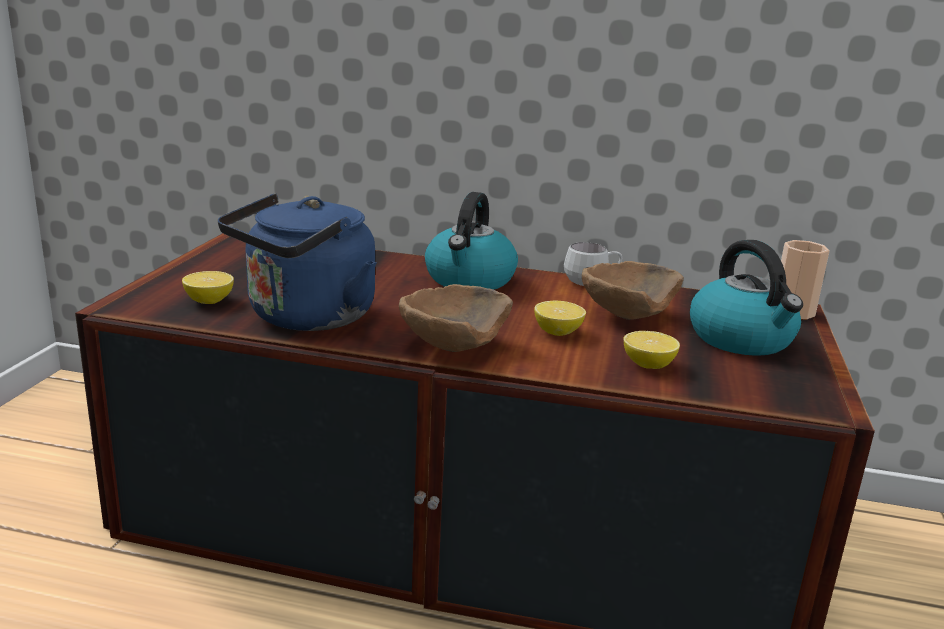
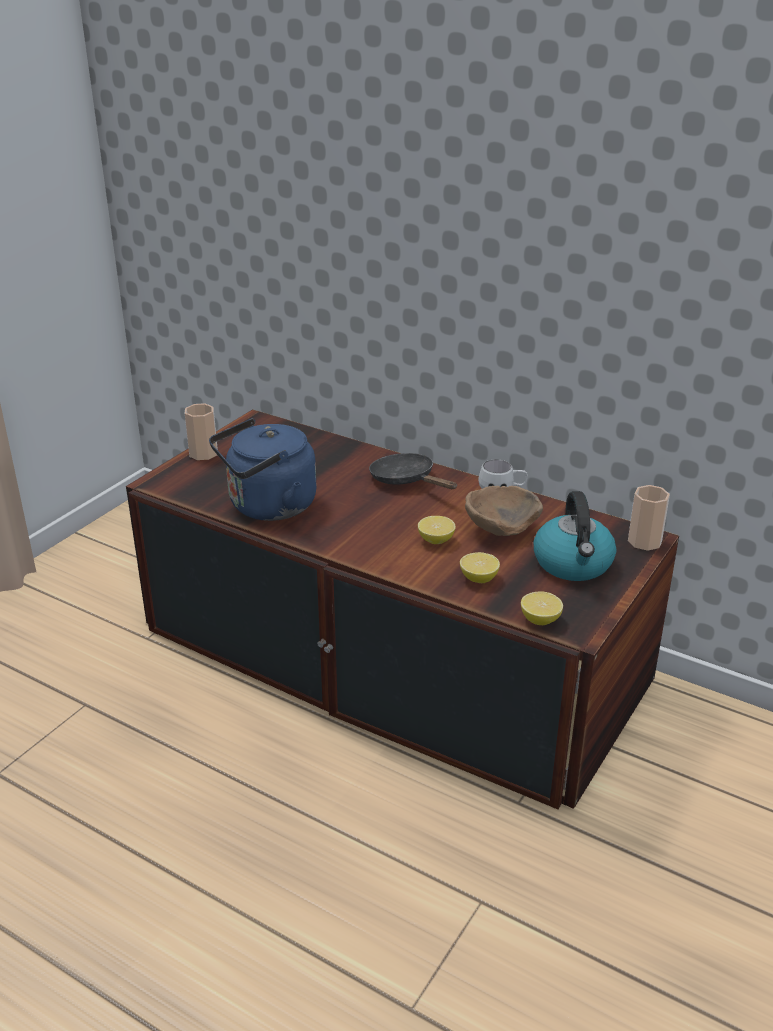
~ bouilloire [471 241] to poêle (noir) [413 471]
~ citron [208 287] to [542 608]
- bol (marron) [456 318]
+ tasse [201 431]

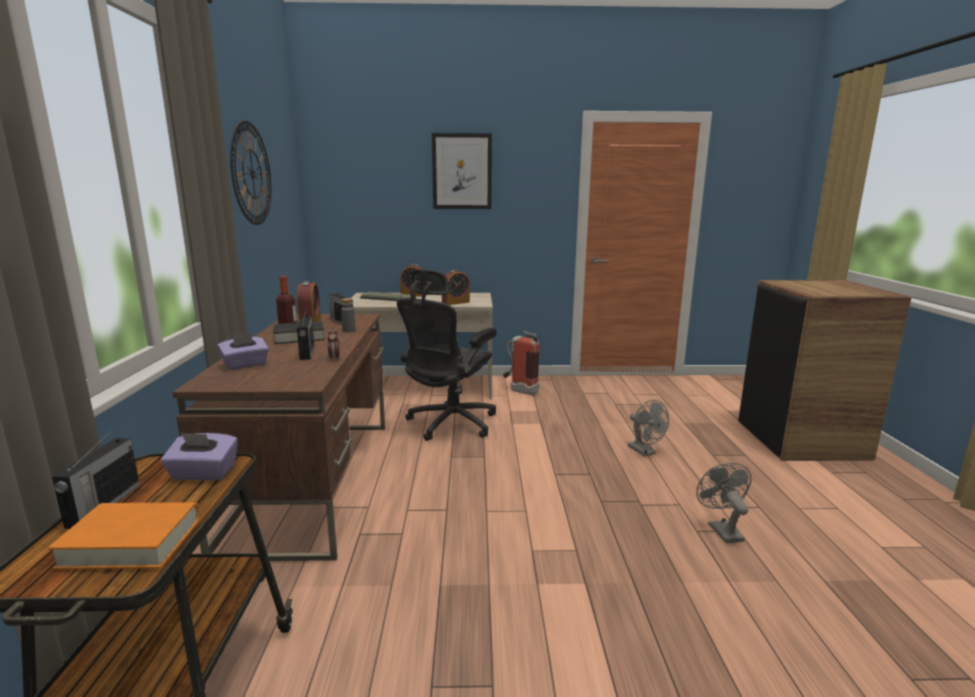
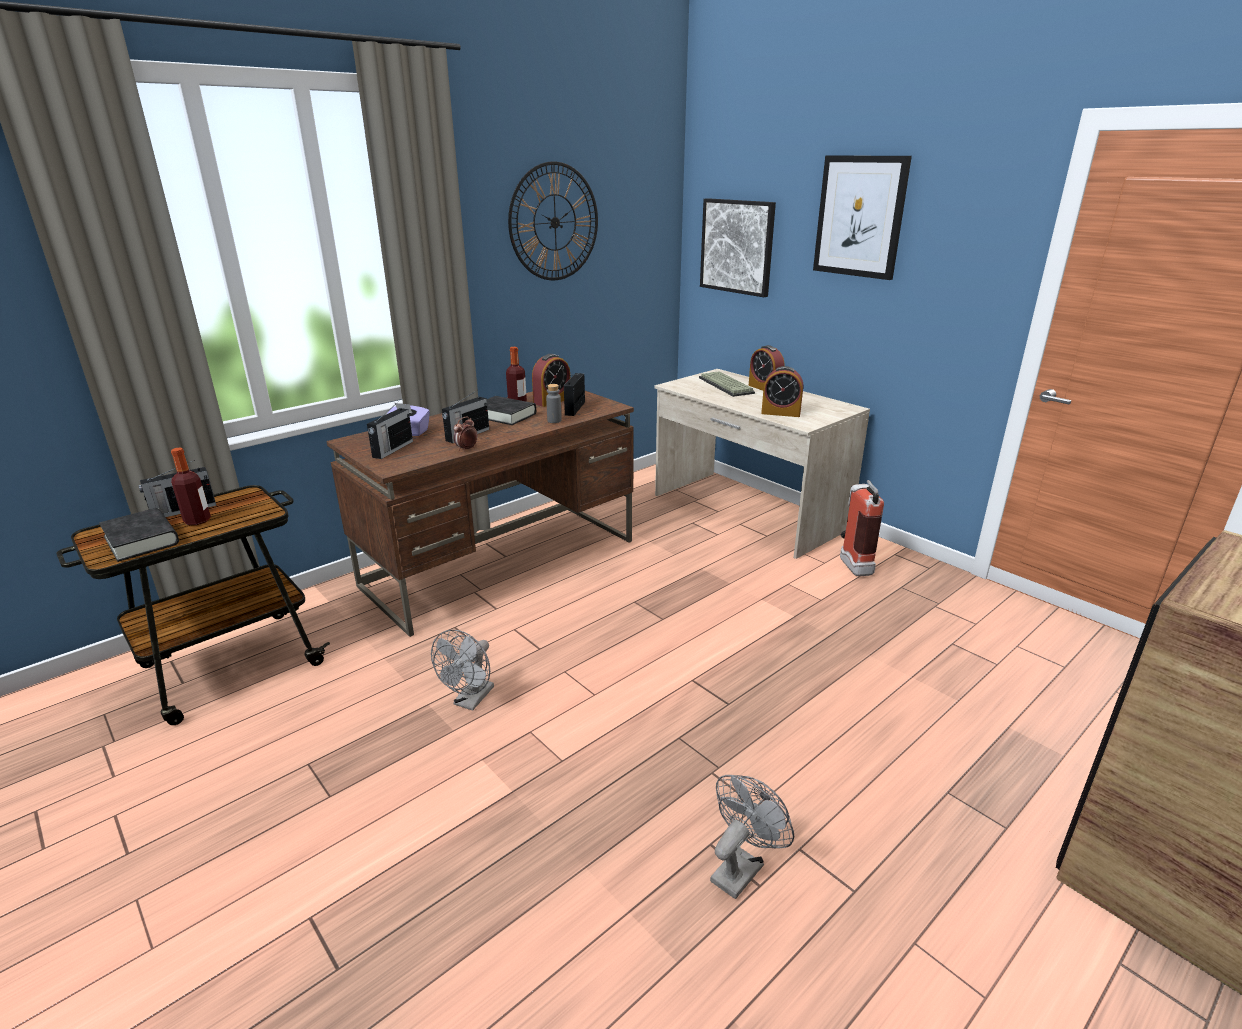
- chaise de bureau [447 355]
~ ventilateur (gris) [648 428] to [462 670]
- boîte à mouchoirs (violet) [199 456]
~ livre (orange) [124 536] to livre (noir) [139 535]
+ tableau [738 247]
+ radio [390 430]
+ bouteille [191 486]

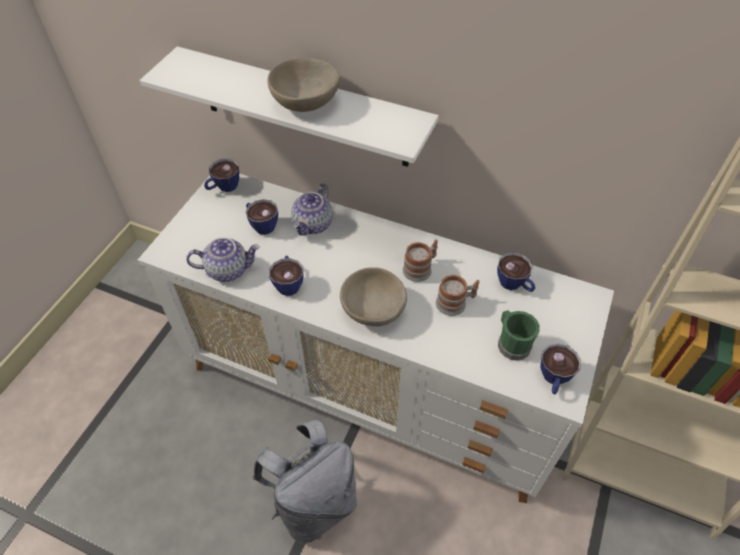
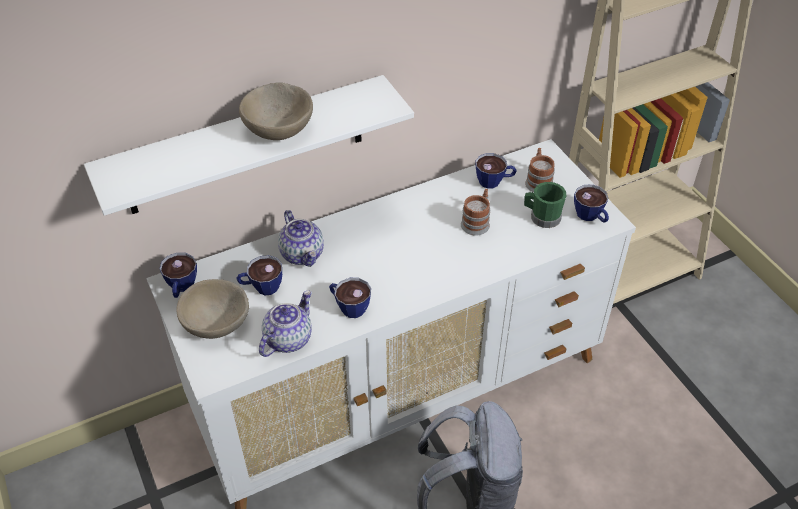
~ mug [420 260] to [540 170]
~ bol (beige) [373 296] to [212 309]

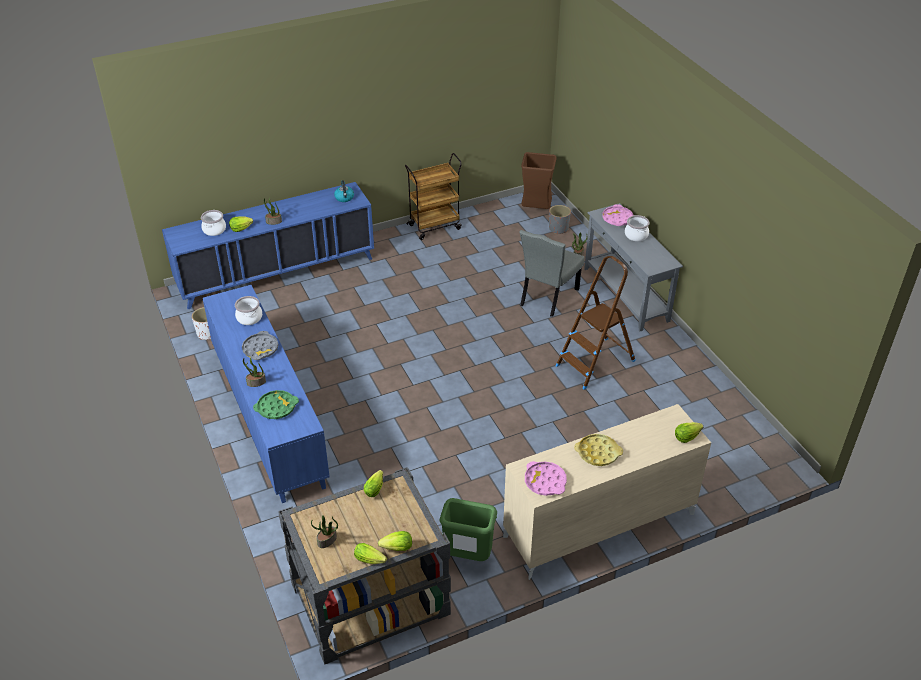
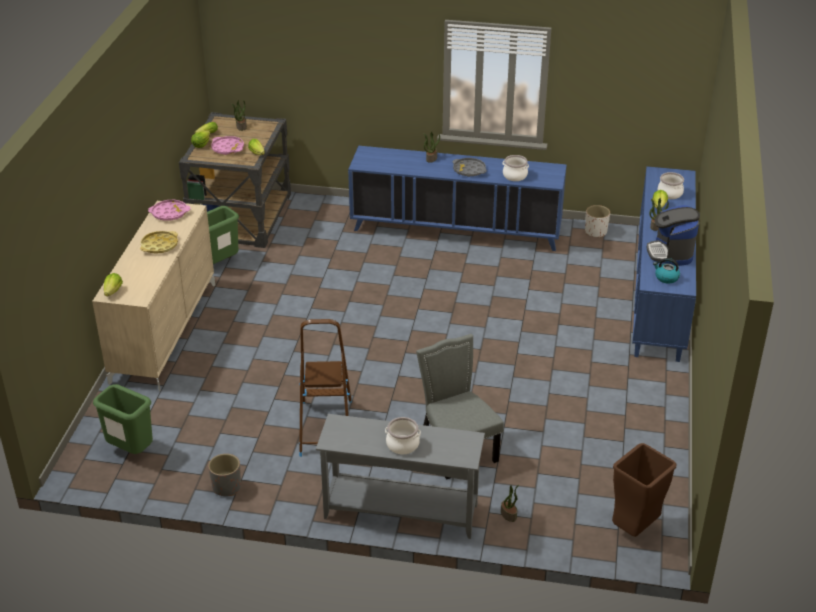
- chariot (marron) [434 196]
~ plateau (rose) [617 215] to [227 145]
~ cache-pot (gris) [560 219] to [224 475]
- plateau (vert) [276 404]
+ machine à café [673 235]
+ poubelle (vert) [123 419]

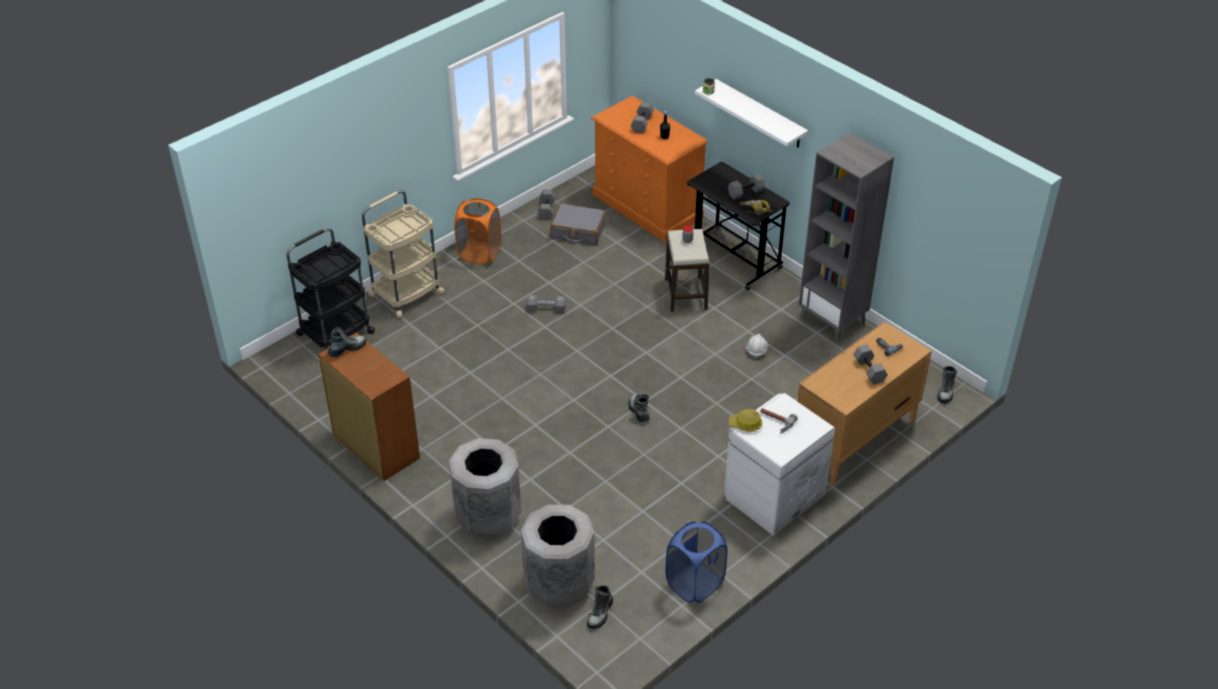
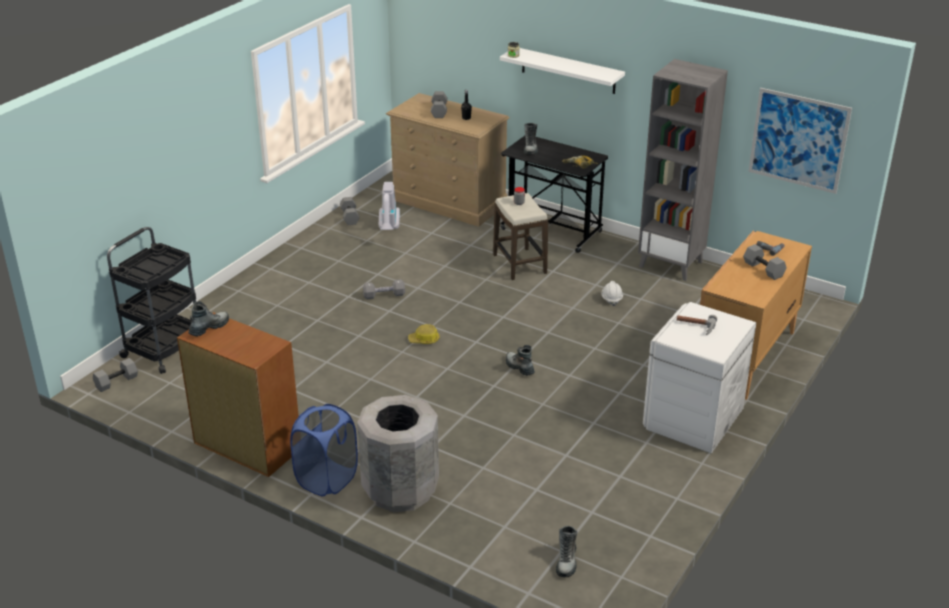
~ commode (orange) [649 169] to commode (beige) [448 160]
~ haltère (gris) [746 186] to [115 375]
- chariot (beige) [403 254]
- panier à linge (orange) [478 231]
~ valise (gris) [578 224] to aspirateur [389 206]
~ botte [947 384] to [531 139]
~ casque de chantier [745 420] to [424 334]
- poubelle (gris) [558 556]
~ panier à linge (bleu) [696 562] to [324 450]
+ tableau [800 141]

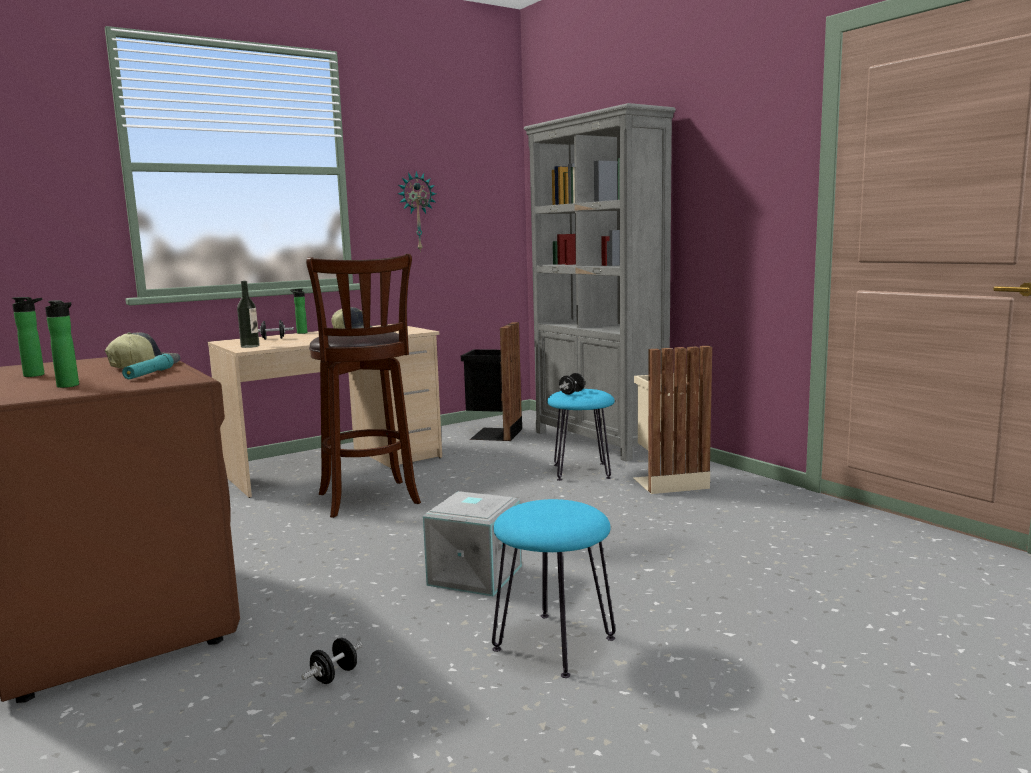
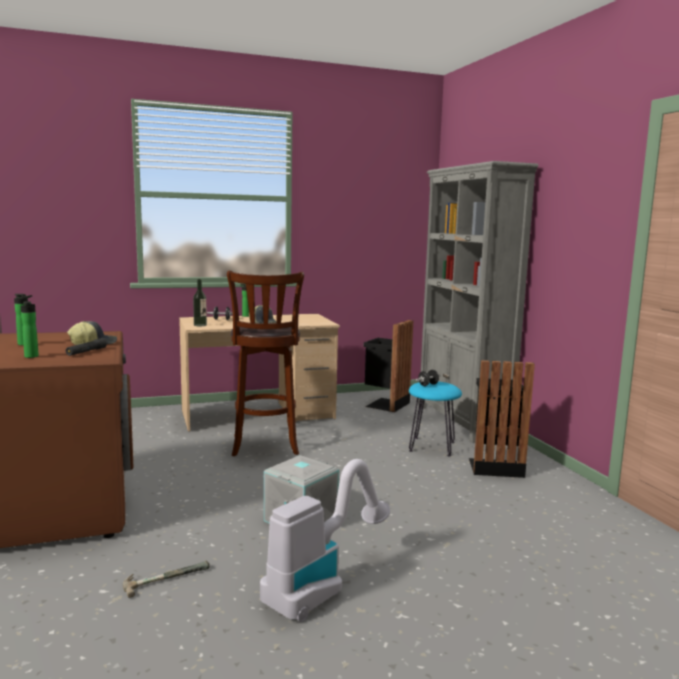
- horloge murale [417 211]
~ poubelle (beige) [673 420] to poubelle (noir) [502 419]
~ lampe de poche (turquoise) [148 366] to lampe de poche (noir) [86 347]
~ tabouret (turquoise) [553 588] to aspirateur [325 540]
~ haltère (noir) [332 661] to marteau [166 579]

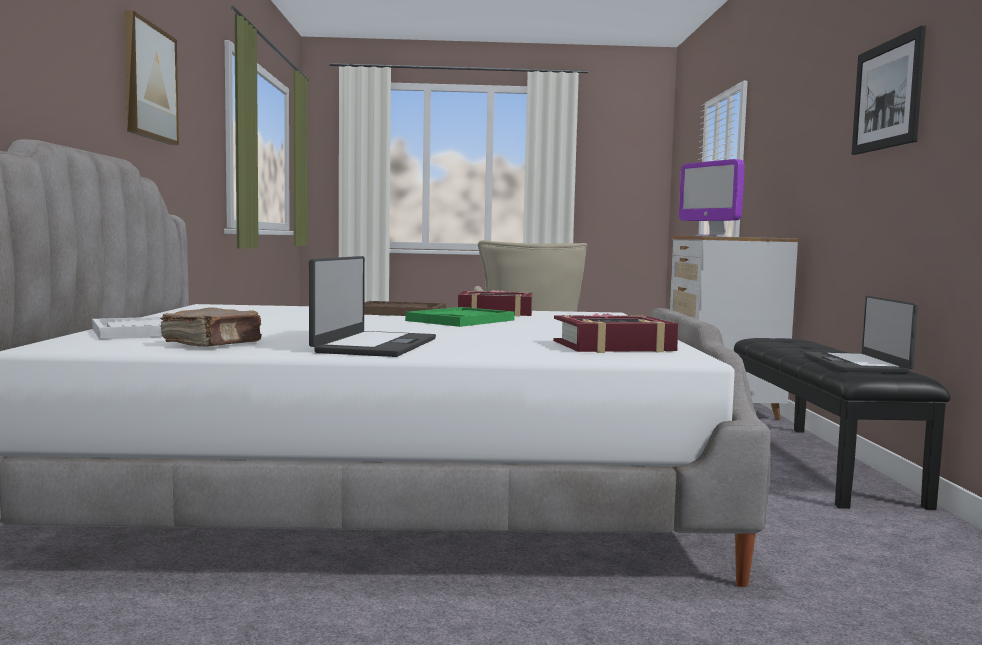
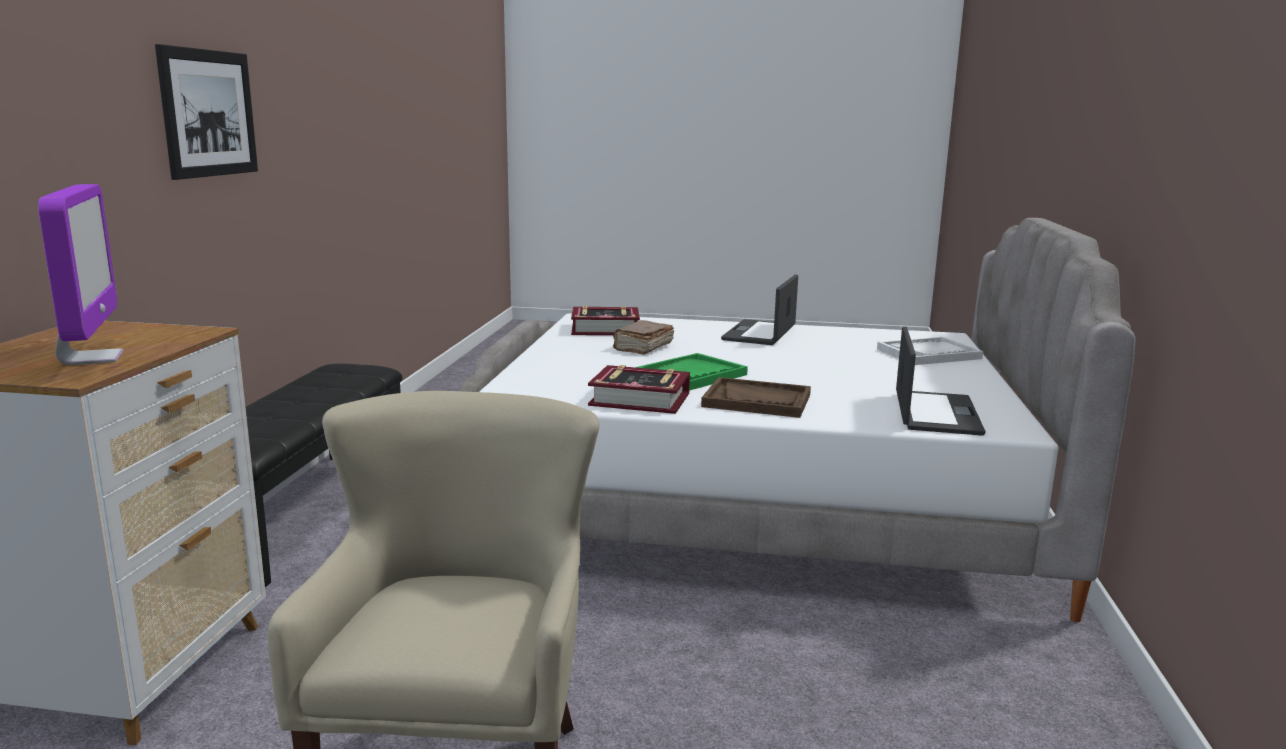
- tableau [151 77]
~ ordinateur portable [861 334] to [941 381]
~ livre (marron) [211 327] to [643 337]

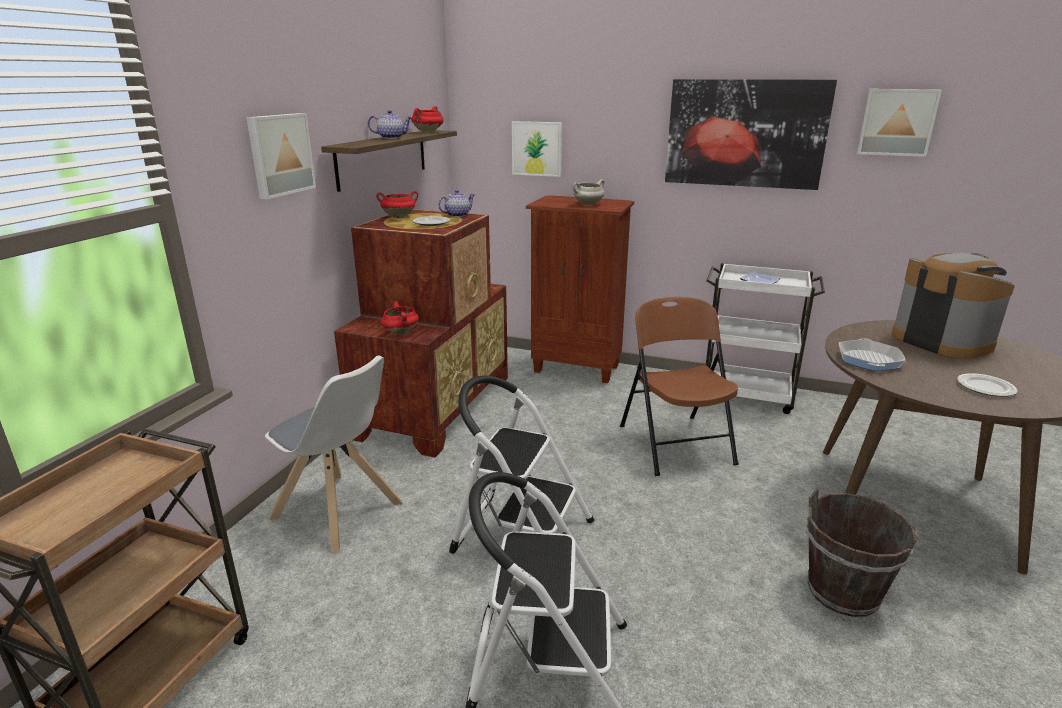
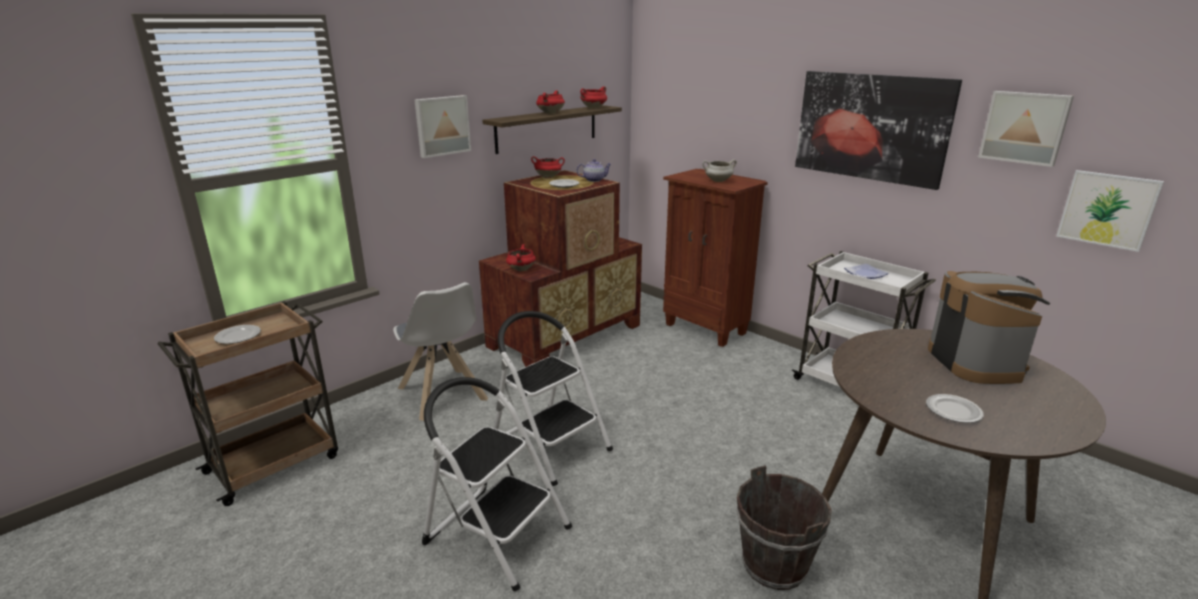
~ théière [390 124] to marmite (rouge) [550 102]
~ tableau [537 149] to [1110 211]
- chaise (marron) [679 386]
- poêle [872 354]
+ assiette [237 334]

